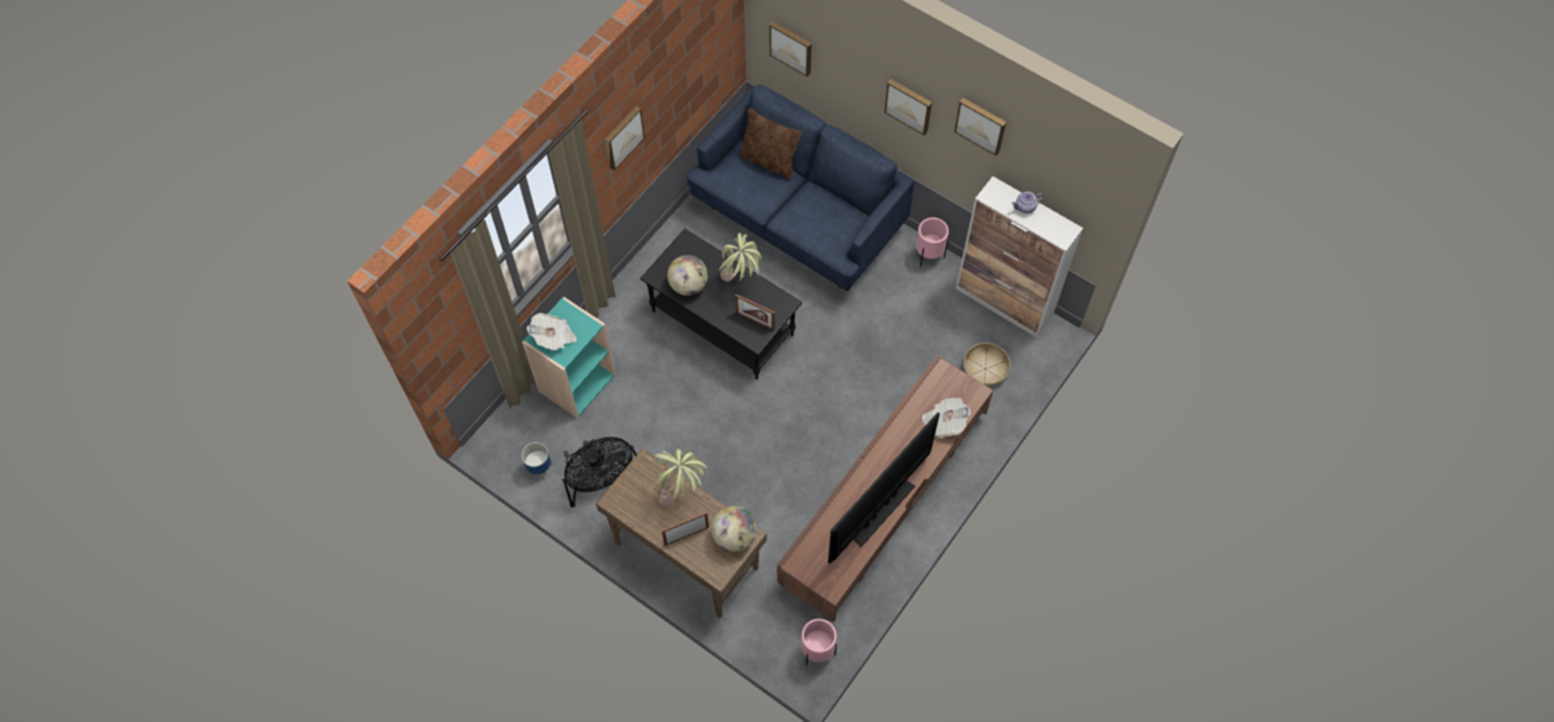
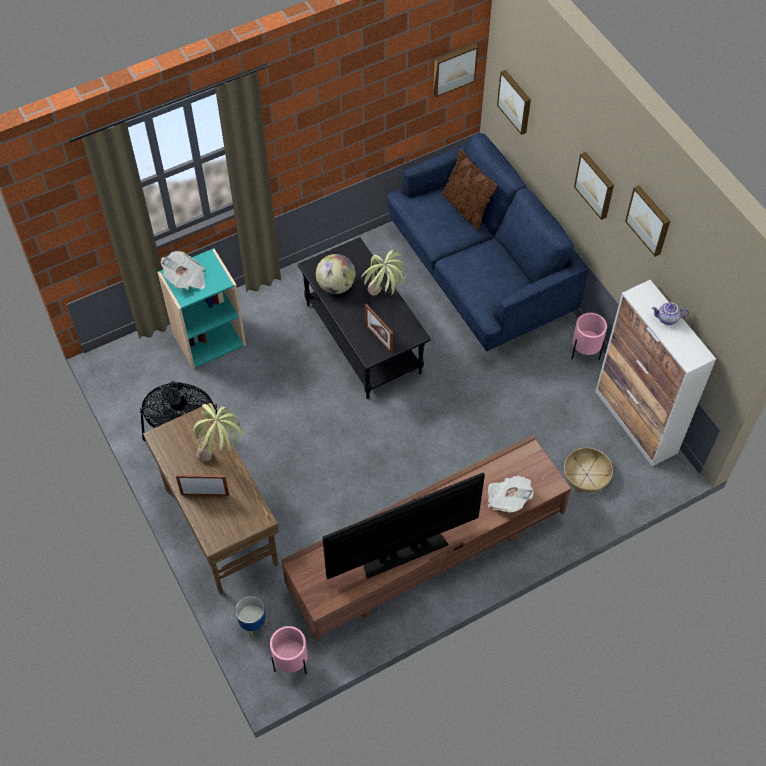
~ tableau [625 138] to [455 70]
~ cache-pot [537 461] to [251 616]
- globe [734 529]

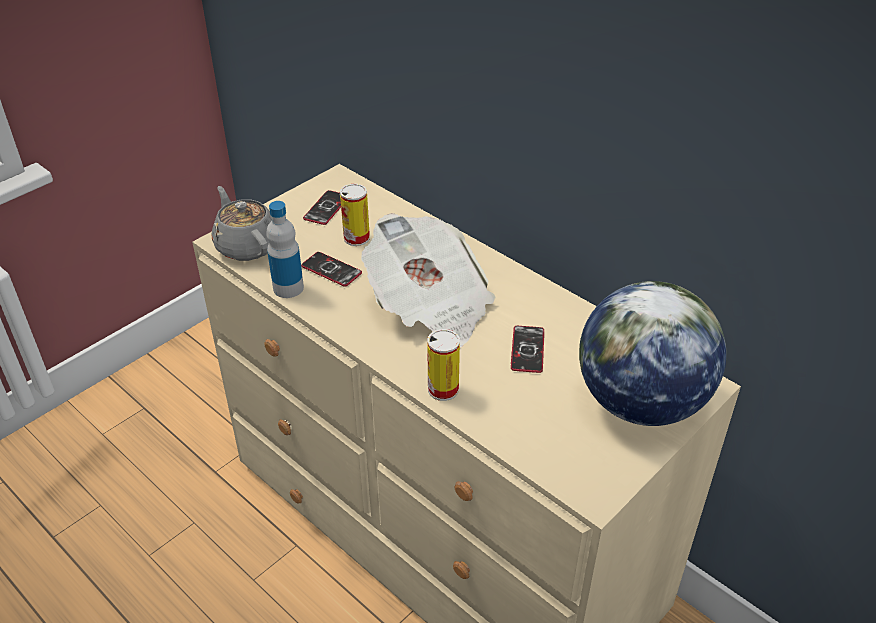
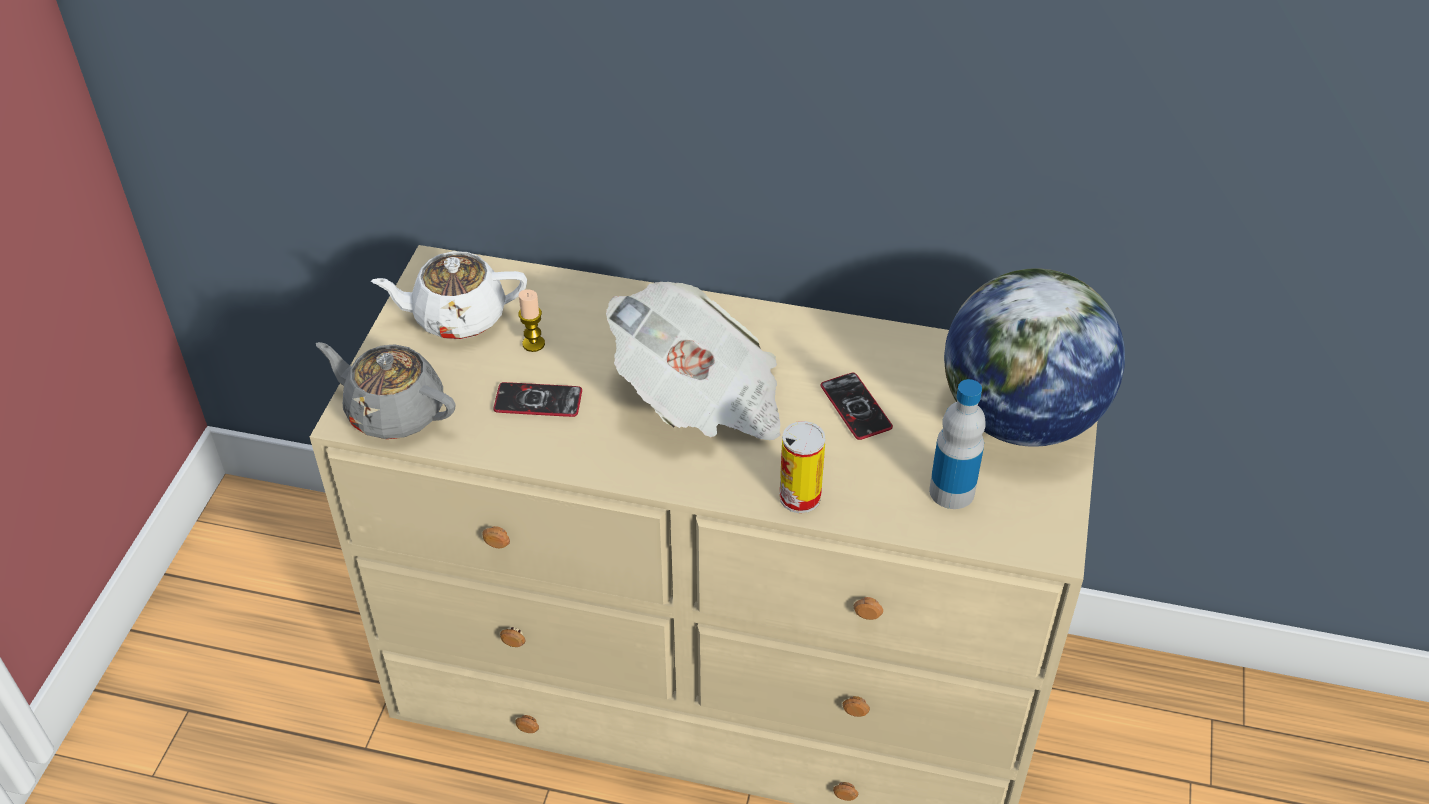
~ boîte métallique [355 215] to bougie [531 320]
~ téléphone [322 207] to théière (blanc) [449 295]
~ bouteille [285 249] to [957 444]

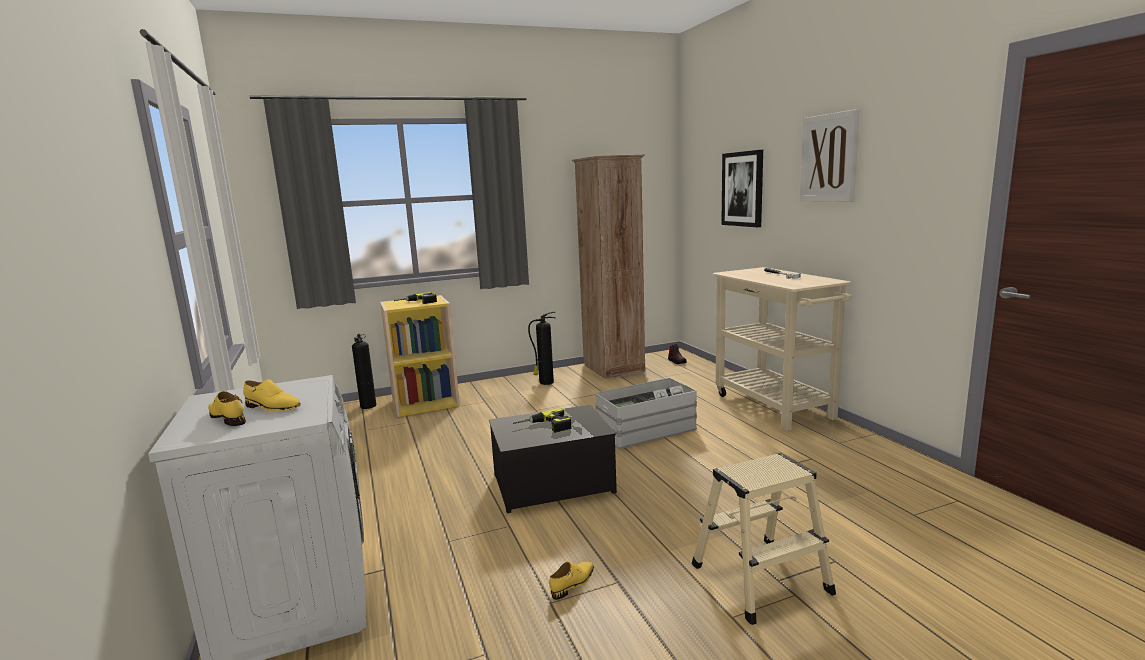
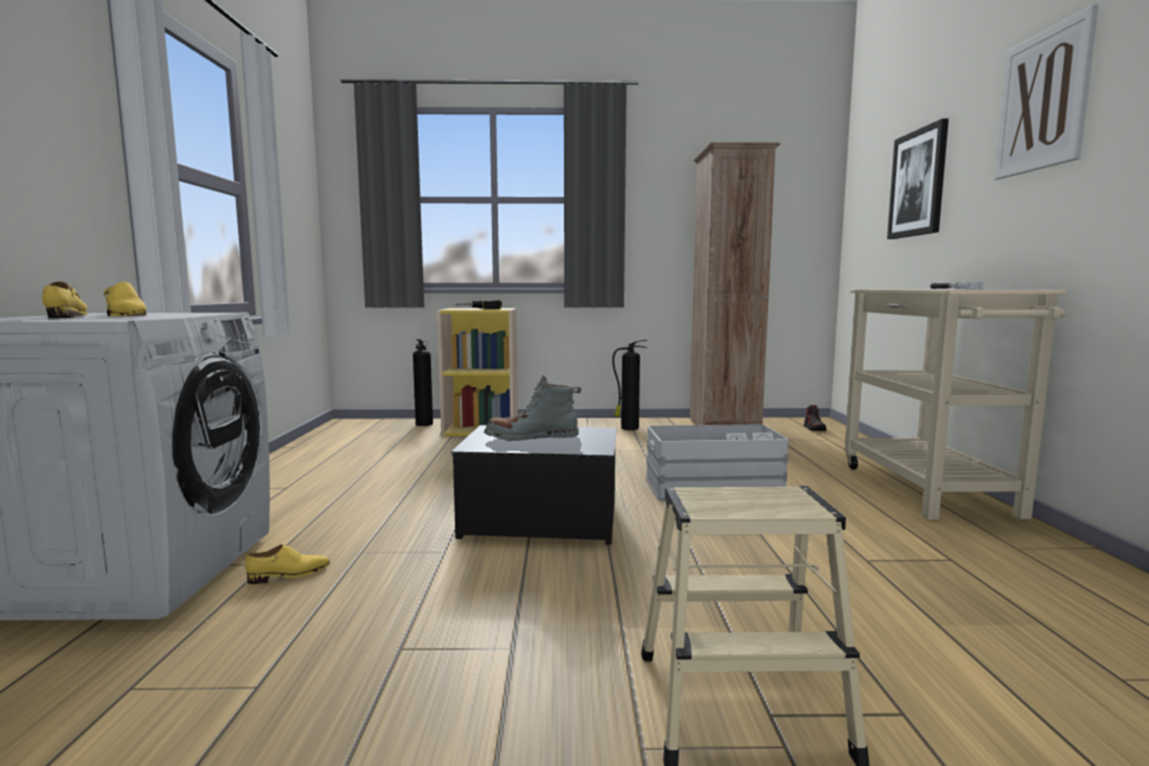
~ perceuse [542 420] to botte (gris) [532 408]
~ chaussure (jaune) [571 580] to [287 564]

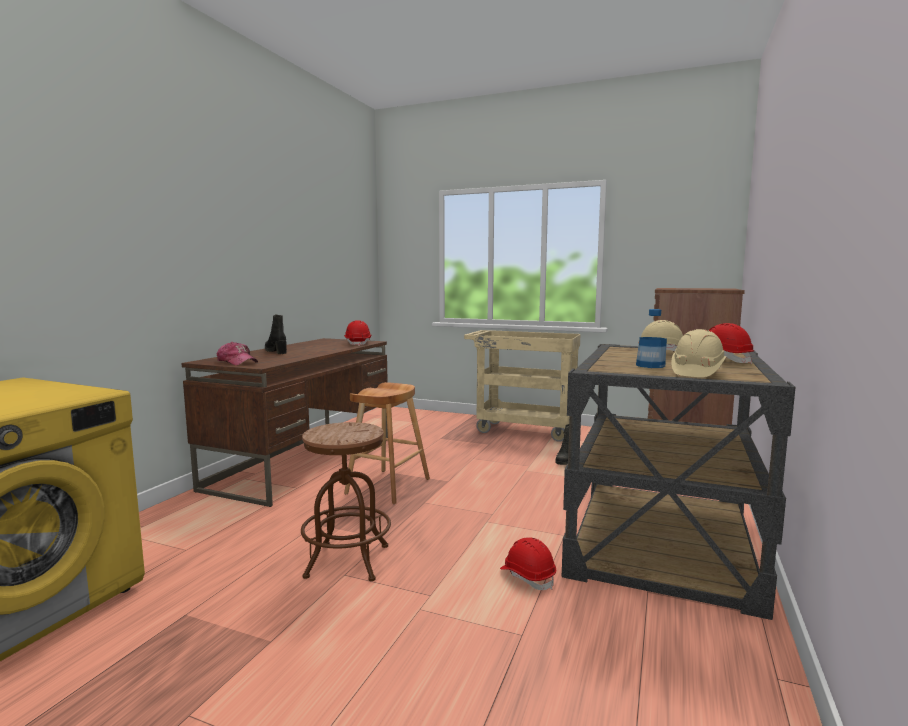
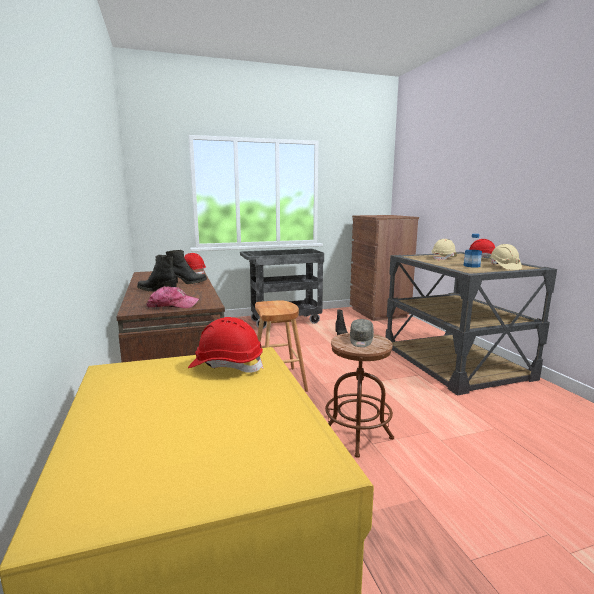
~ chariot (beige) [522 386] to chariot (noir) [282 289]
~ casque de chantier (rouge) [528 563] to [226 345]
+ botte (noir) [186 267]
+ casquette (gris) [362 333]

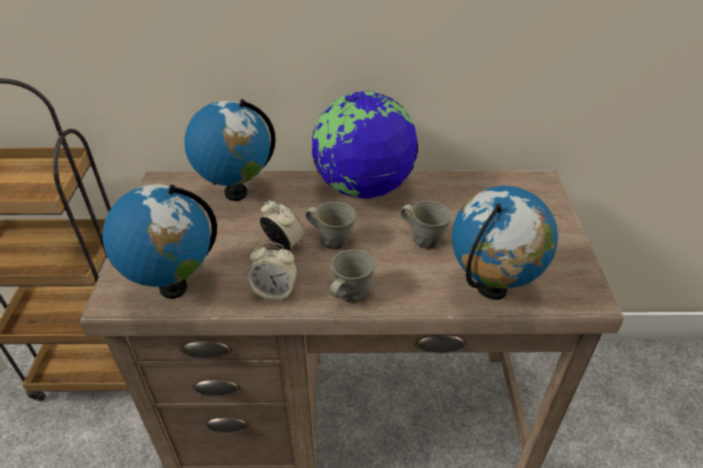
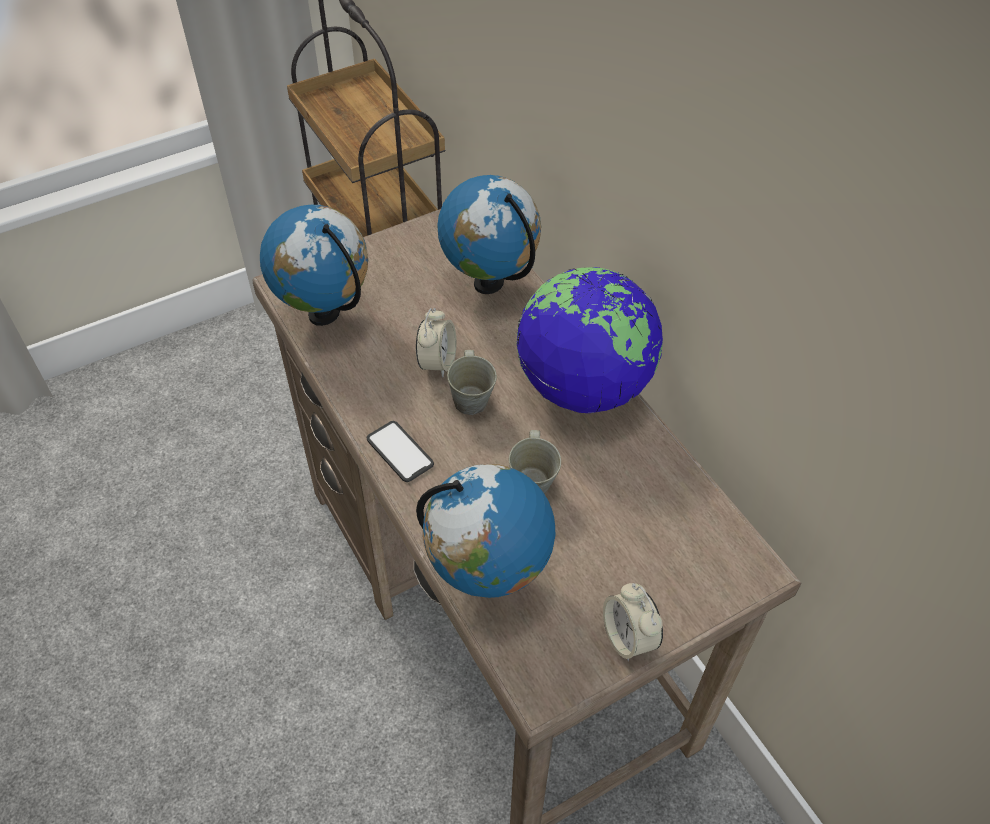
~ réveil [271 271] to [633 622]
~ mug (gris) [352 276] to téléphone [400 451]

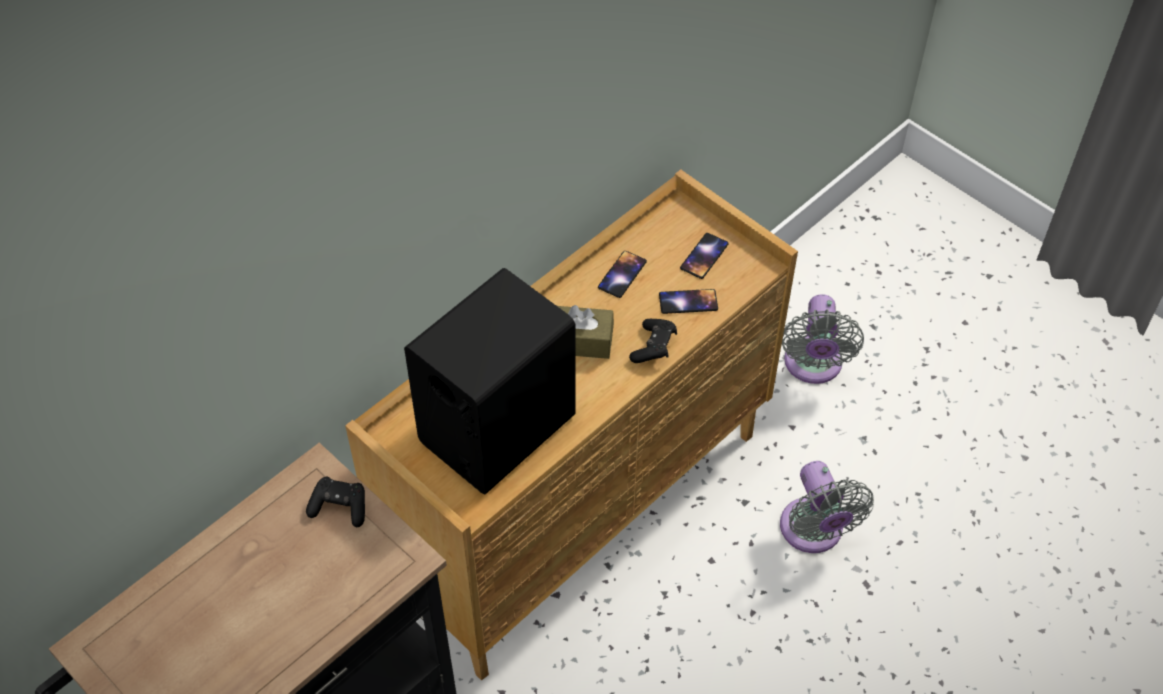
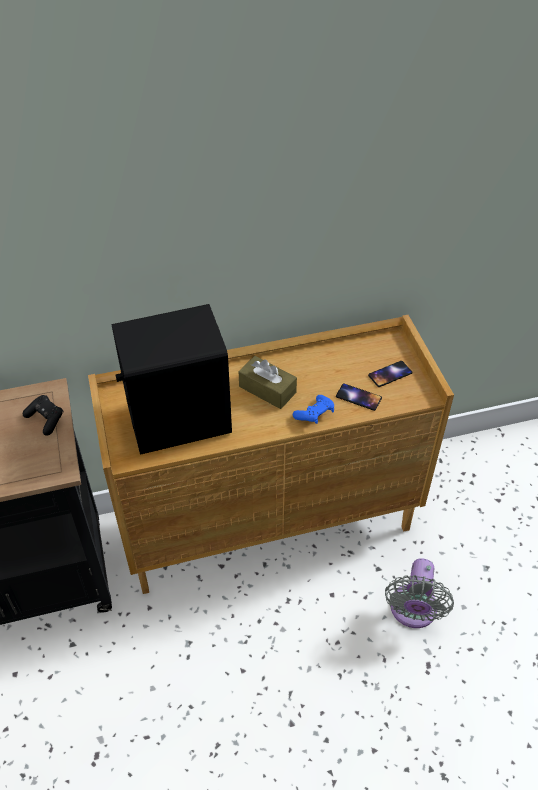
- téléphone [622 274]
- ventilateur (gris) [823 339]
~ manette (noir) [653 341] to manette (bleu) [313 409]

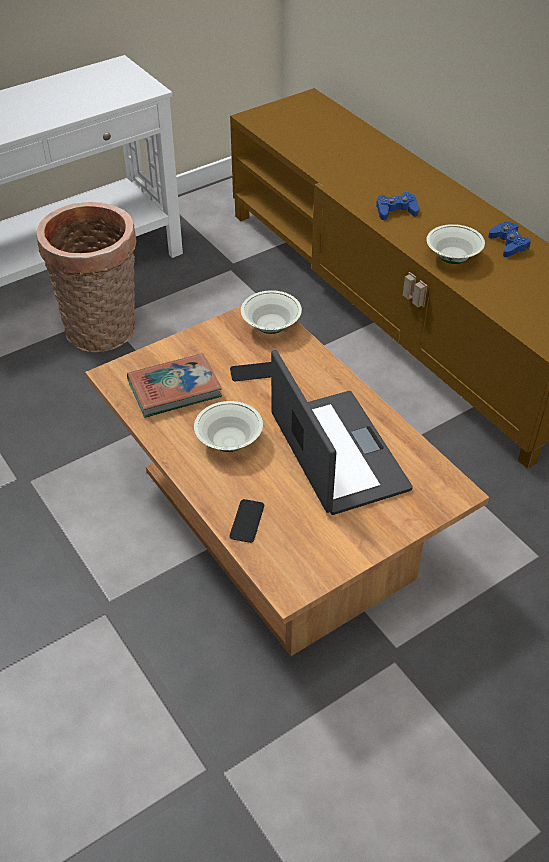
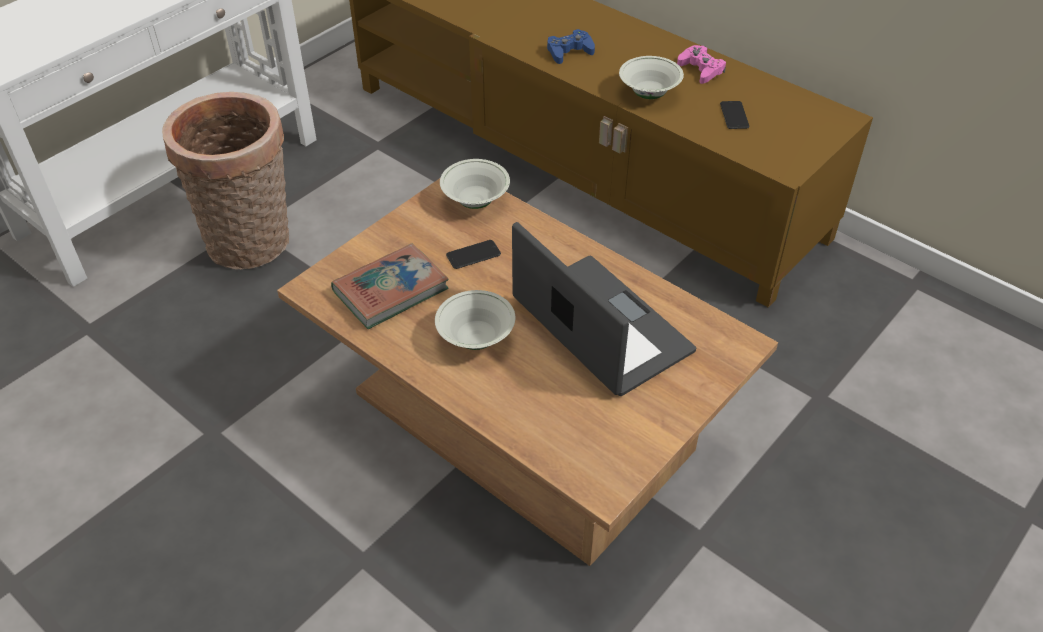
~ manette (bleu) [509 239] to manette (rose) [701 64]
~ téléphone [246 521] to [734 115]

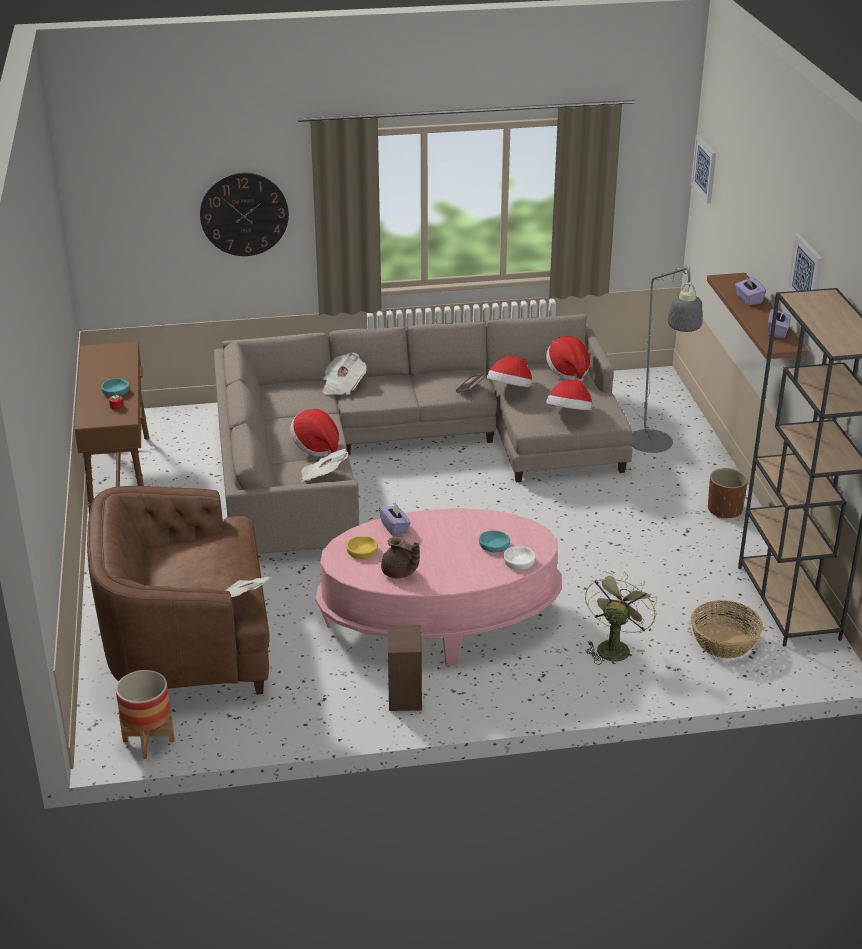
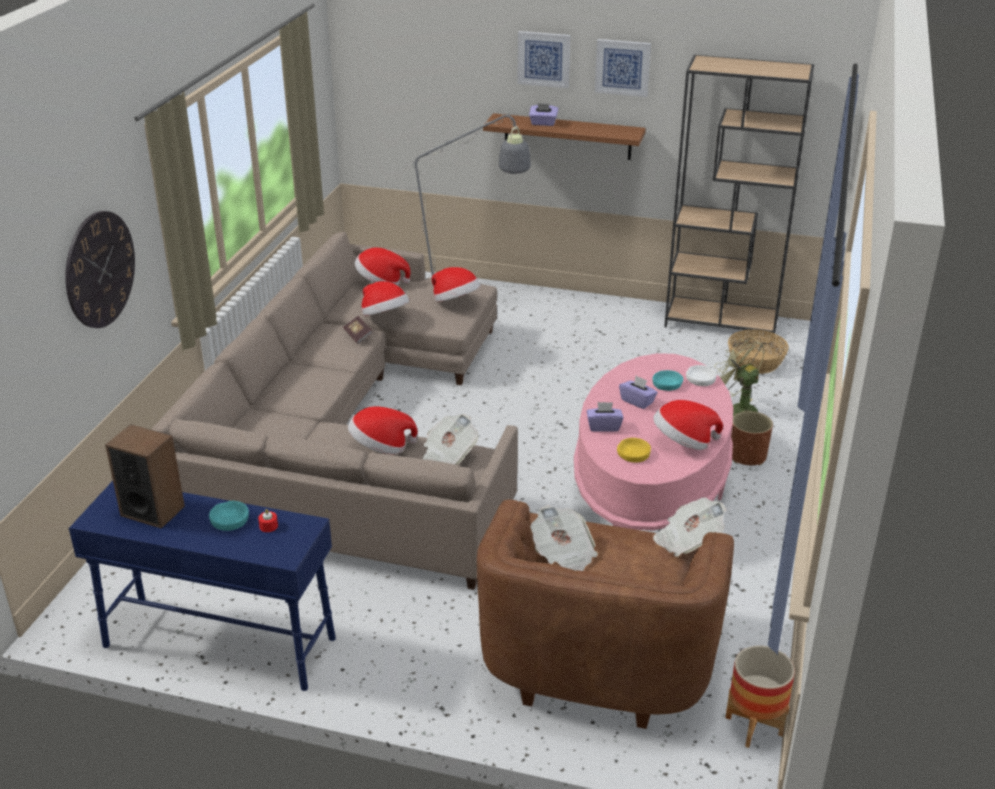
~ tableau [703 169] to [543 59]
~ boîte à mouchoirs (violet) [779 322] to [638 392]
~ table console (marron) [112 427] to table console (bleu) [202 586]
~ journal [345 374] to [564 538]
~ cache-pot (marron) [728 493] to [752 438]
~ théière (marron) [400 557] to chapeau [688 425]
~ enceinte [405 668] to [145 476]

